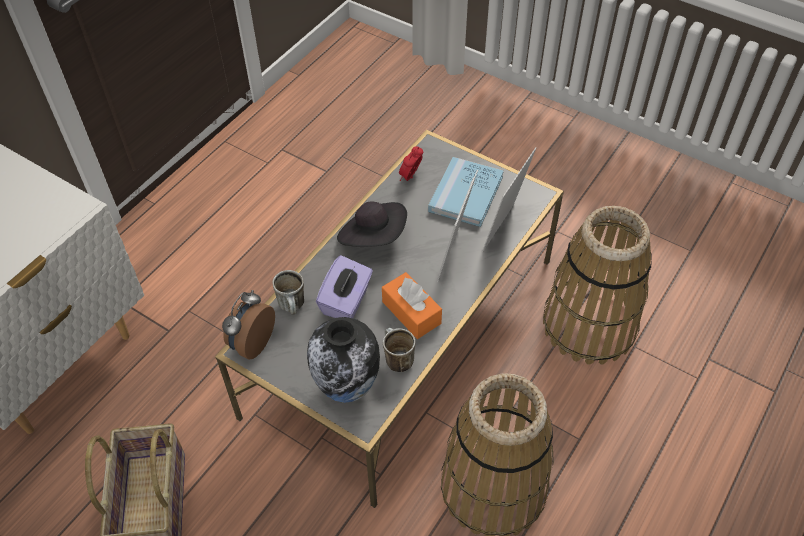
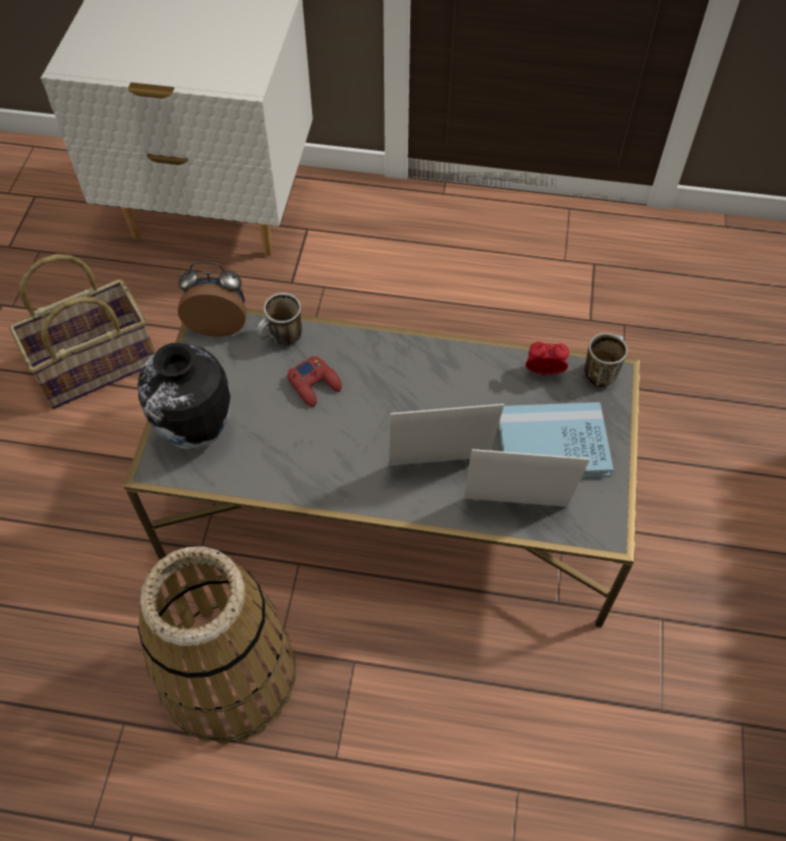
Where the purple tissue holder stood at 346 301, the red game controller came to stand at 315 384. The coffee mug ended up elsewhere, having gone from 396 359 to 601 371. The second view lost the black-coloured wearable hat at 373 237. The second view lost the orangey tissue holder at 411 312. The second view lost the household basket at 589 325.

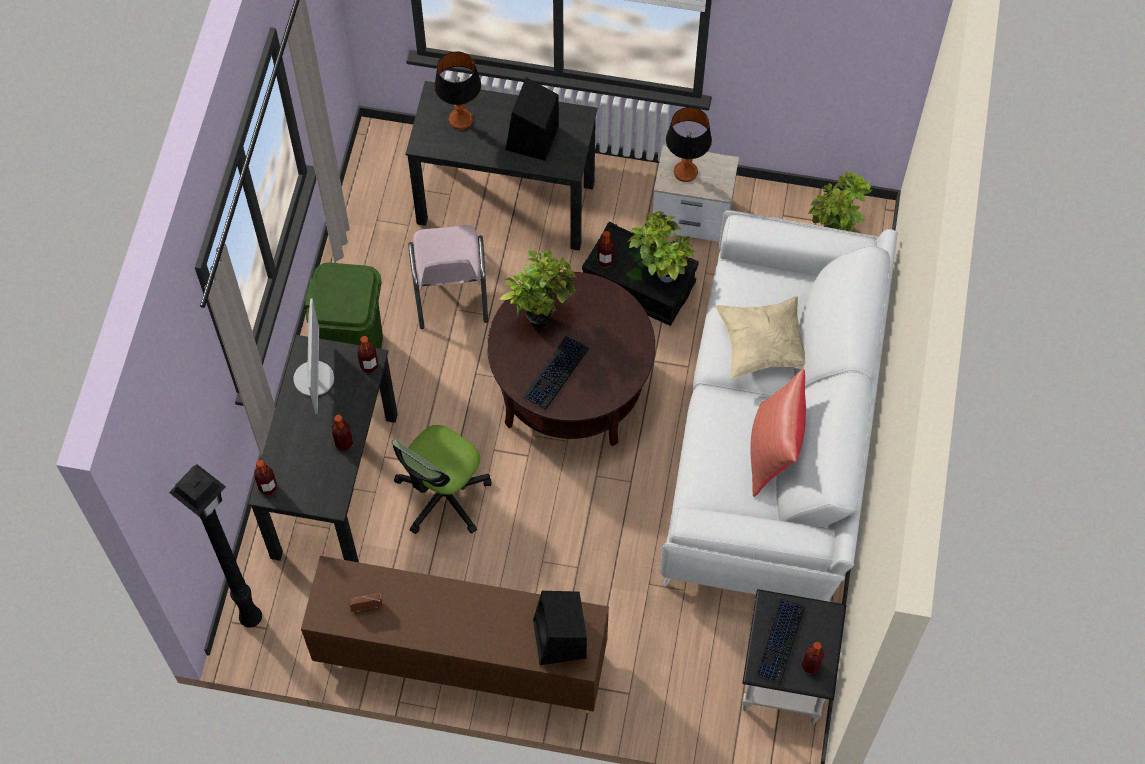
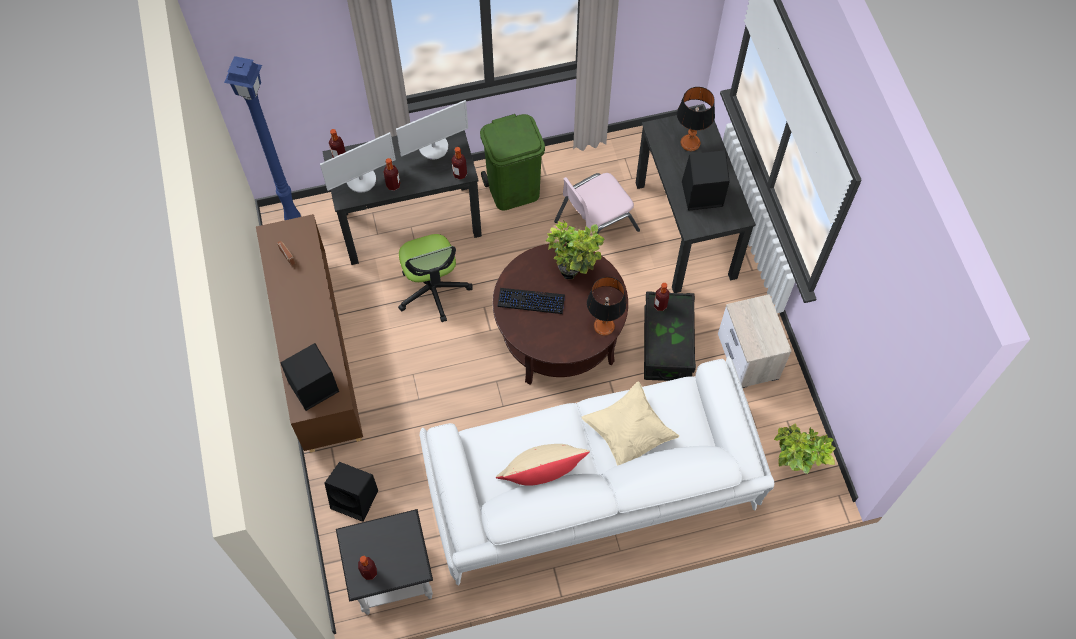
What was the black-coloured standard lamp at 249 618 turned into the blue-coloured standard lamp at 292 217. The second view gained the computer screen at 361 179. The second view gained the black-coloured audio speaker at 356 499. The computer chair at 443 496 ended up facing another way, 120 degrees counterclockwise from before. What was the red cushion at 773 450 turned into the beige cushion at 542 476. The tabletop lamp ended up elsewhere, having gone from 685 172 to 604 326. The second view lost the houseplant at 660 274. The second view lost the keyboard at 778 641.

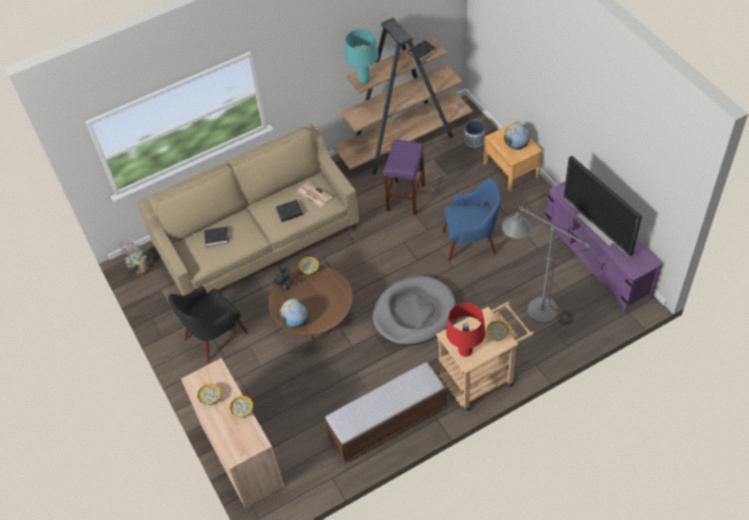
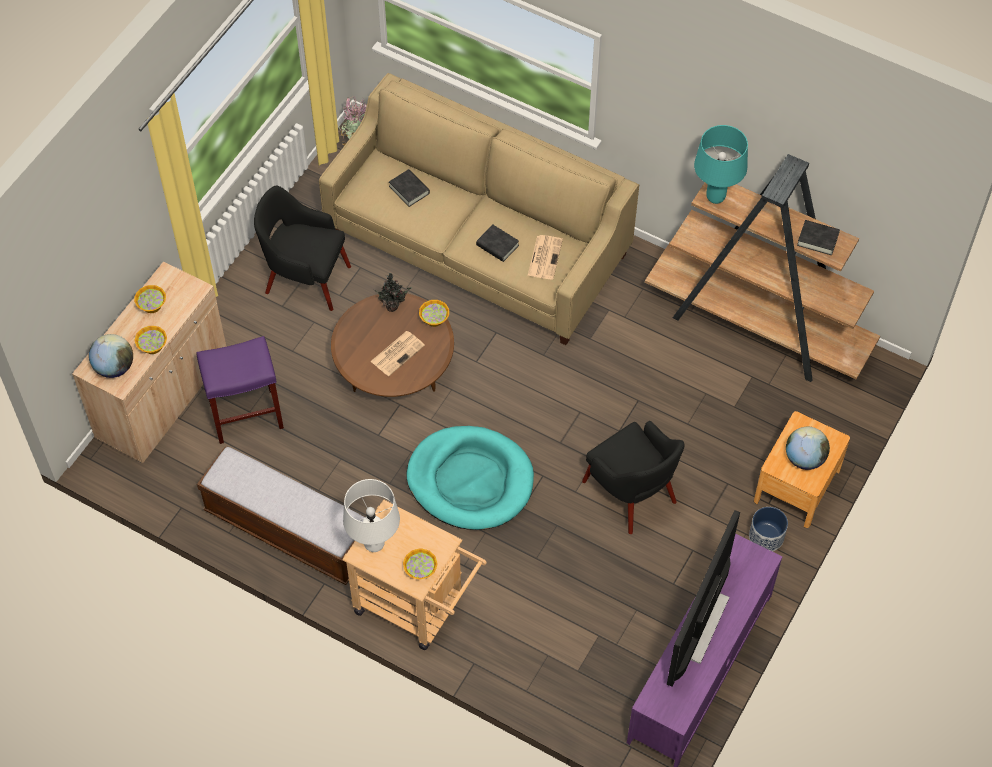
The globe ended up elsewhere, having gone from 296 321 to 114 367. The purple stool seat ended up elsewhere, having gone from 405 197 to 247 415. What was the red tabletop lamp at 465 351 turned into the white-coloured tabletop lamp at 374 544. The second view gained the printed paper at 398 353. What was the grey dog bed at 414 313 turned into the turquoise dog bed at 470 480. What was the blue-coloured easy chair at 471 242 turned into the black-coloured easy chair at 631 494. The planter ended up elsewhere, having gone from 474 140 to 766 536. The second view lost the grey standard lamp at 533 308.

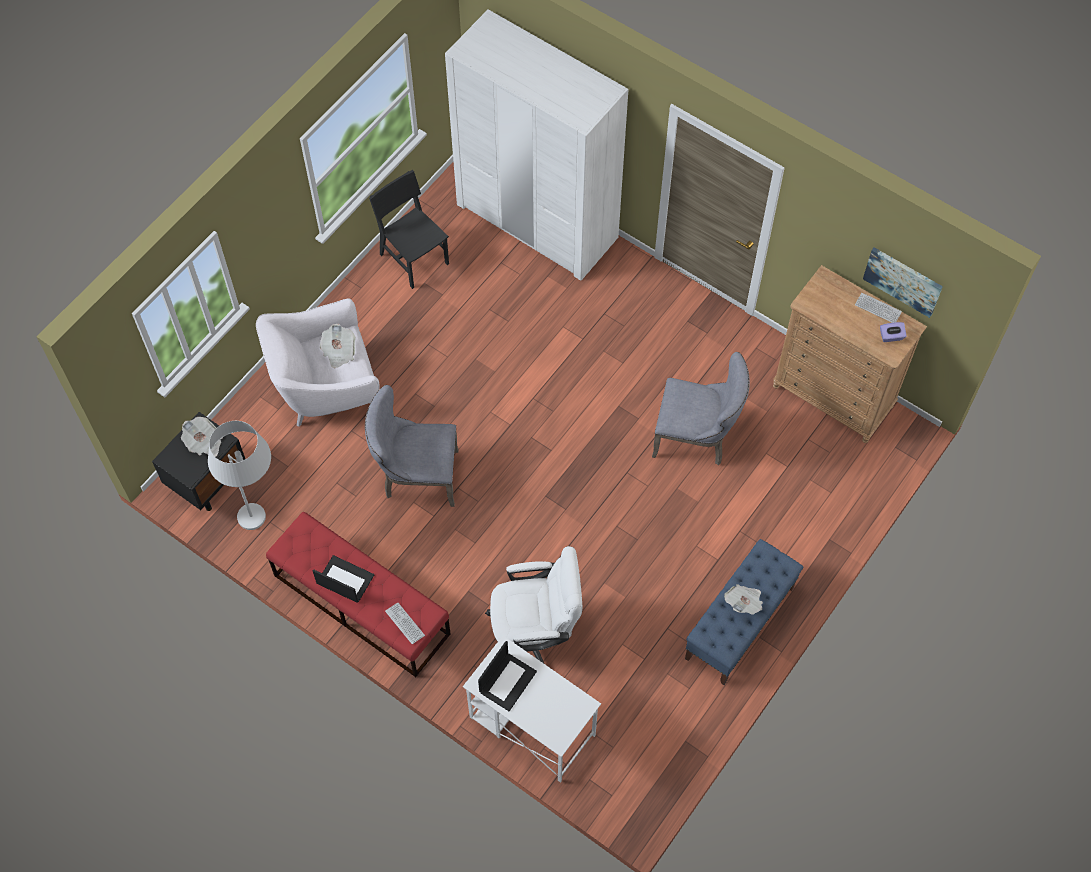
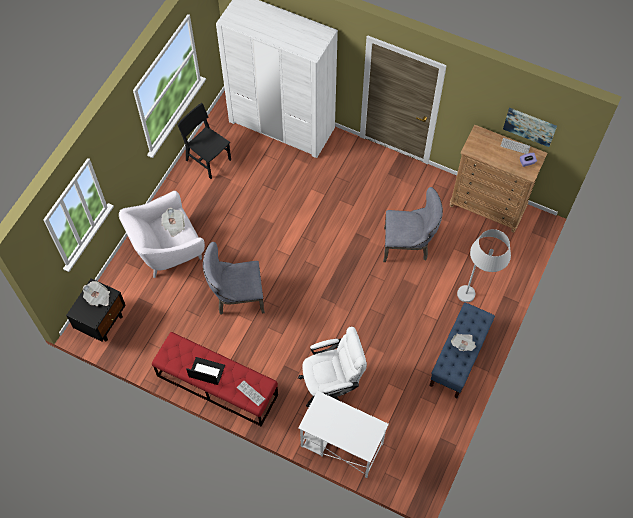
The white-coloured standard lamp ended up elsewhere, having gone from 263 525 to 475 298. The second view lost the portable computer at 507 681.

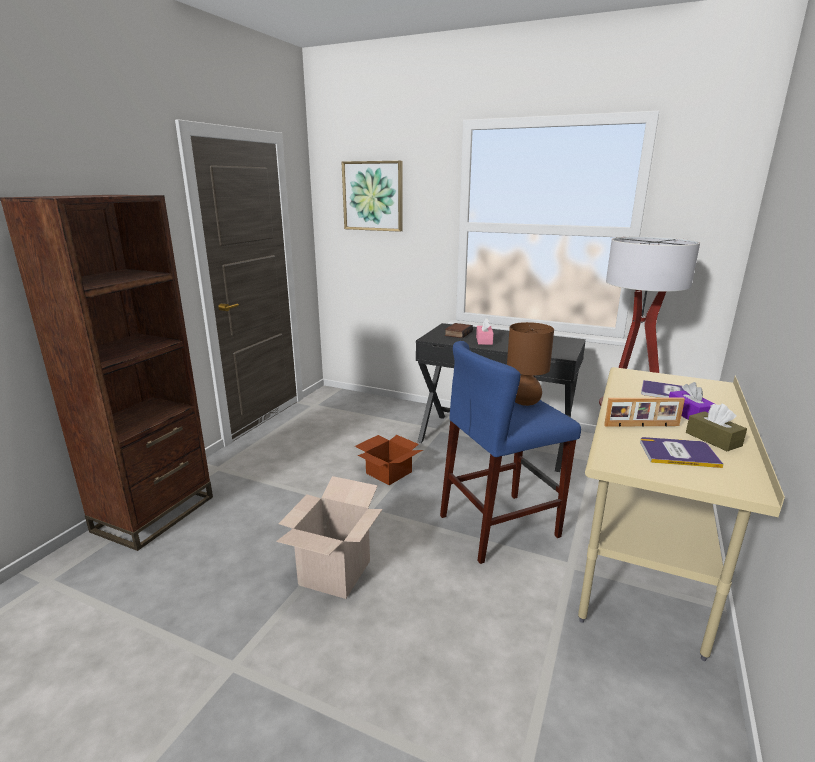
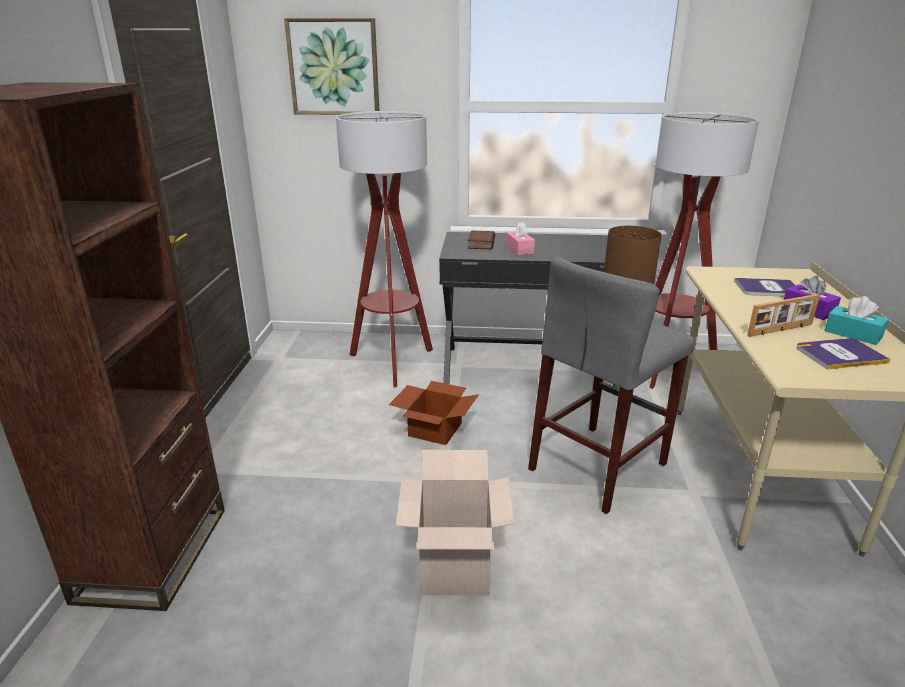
The second view gained the standard lamp at 392 363. What was the blue-coloured stool seat at 499 526 turned into the grey stool seat at 598 466. What was the brownish tissue holder at 713 439 turned into the turquoise tissue holder at 853 334.

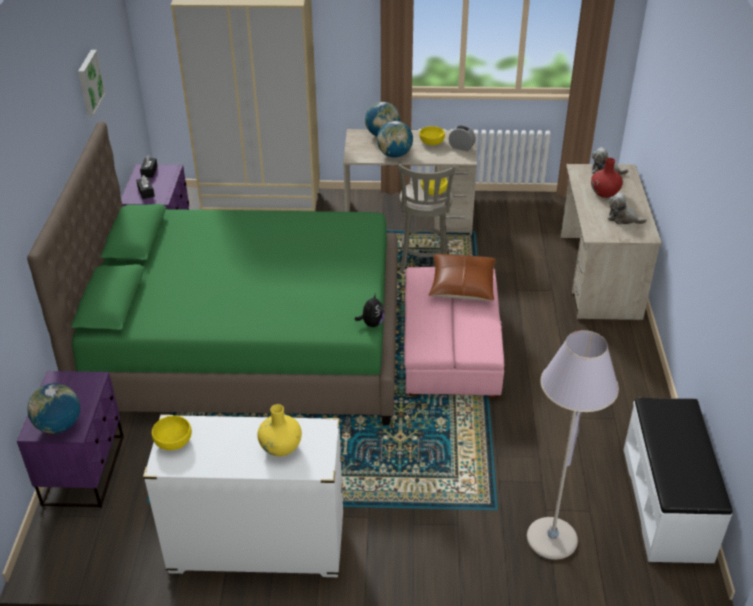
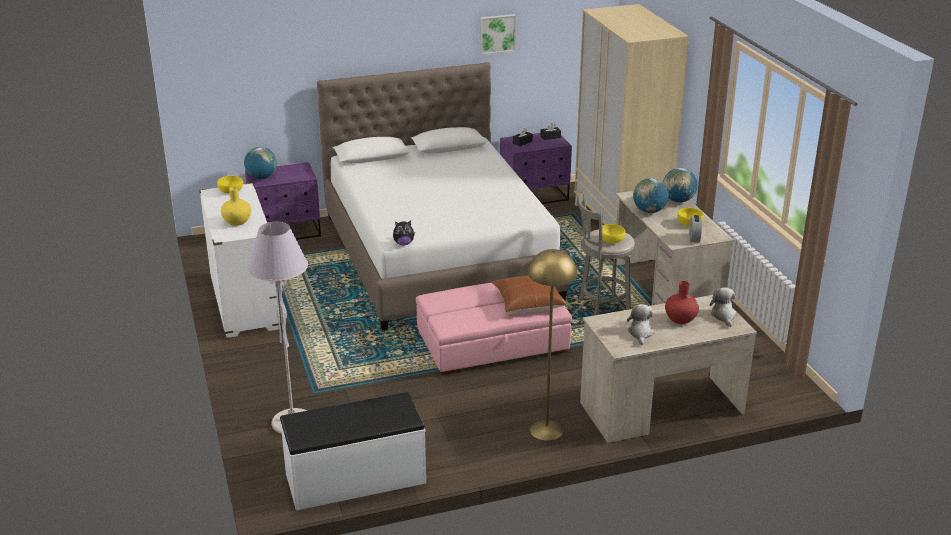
What was the green sleeping bed at 247 344 turned into the white-coloured sleeping bed at 439 256. The second view gained the yellow-coloured standard lamp at 546 430.

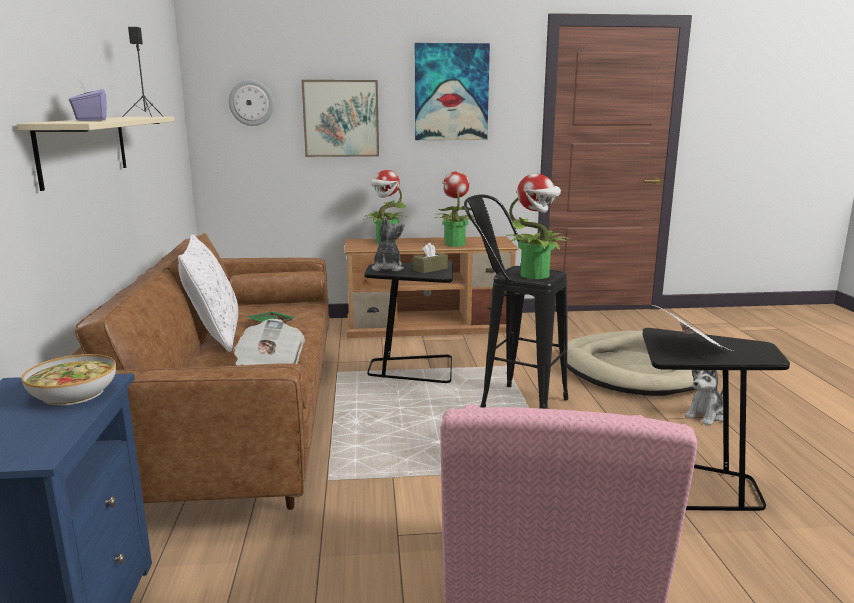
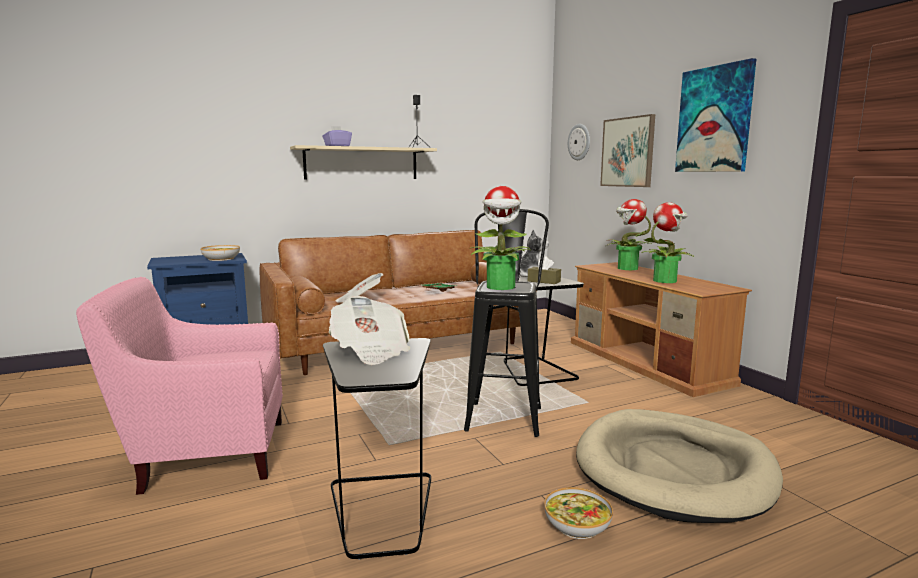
Where the plush toy stood at 706 415, the bowl came to stand at 577 525. The second view lost the white-coloured cushion at 215 336.

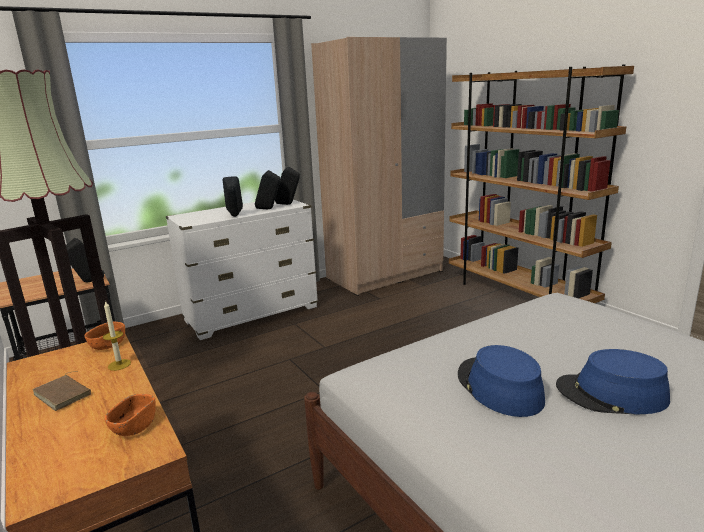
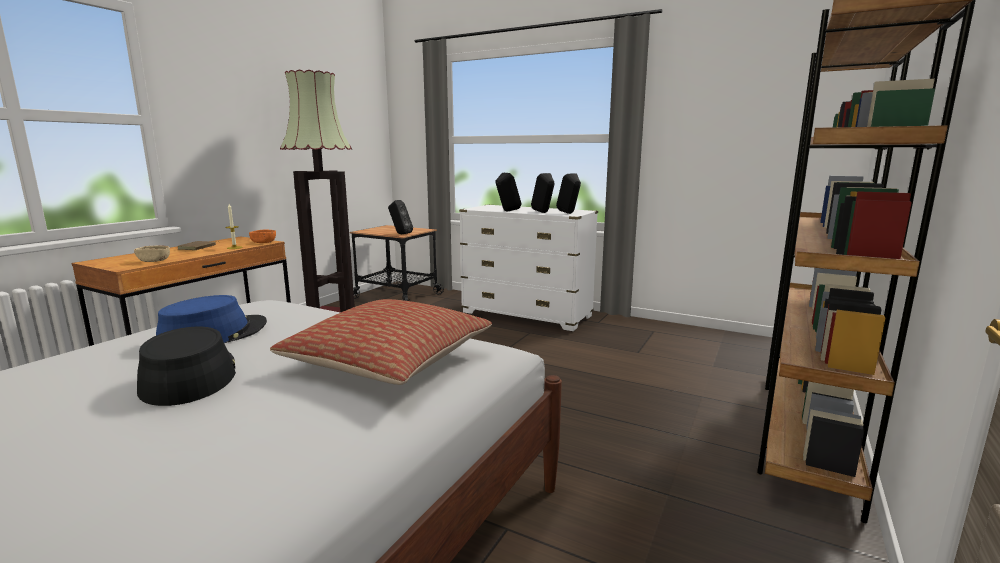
What was the orangey bowl at 134 427 turned into the beige bowl at 154 261. What was the blue-coloured wearable hat at 611 394 turned into the black-coloured wearable hat at 189 377. The second view gained the cushion at 388 362. The second view lost the beige wardrobe at 385 275.

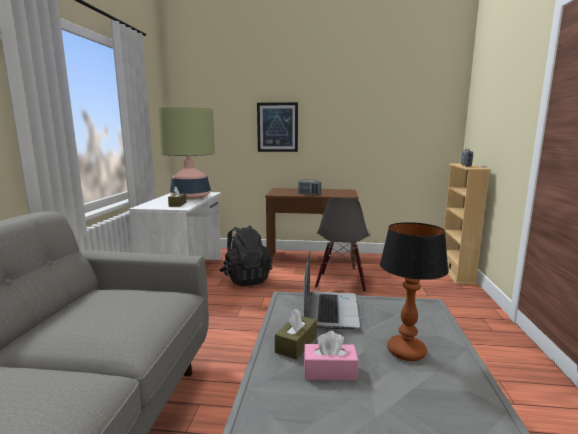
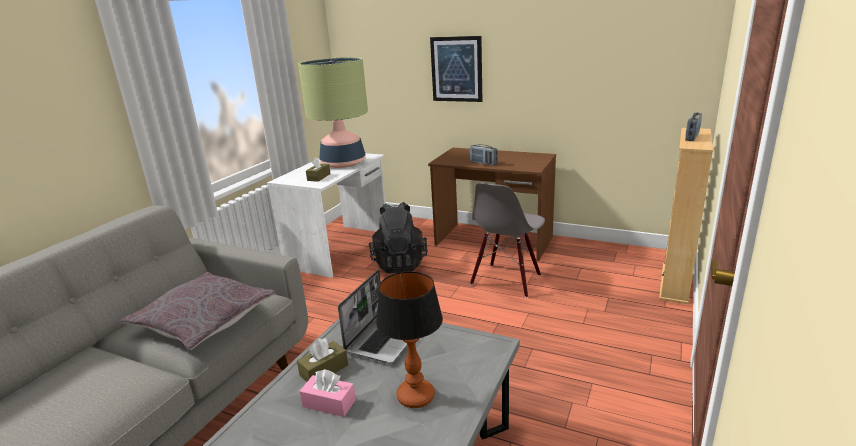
The second view gained the grey cushion at 203 320.

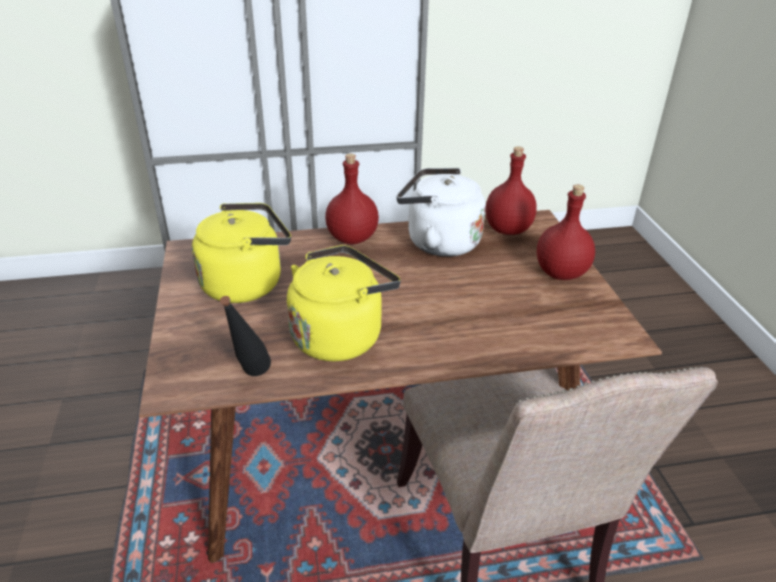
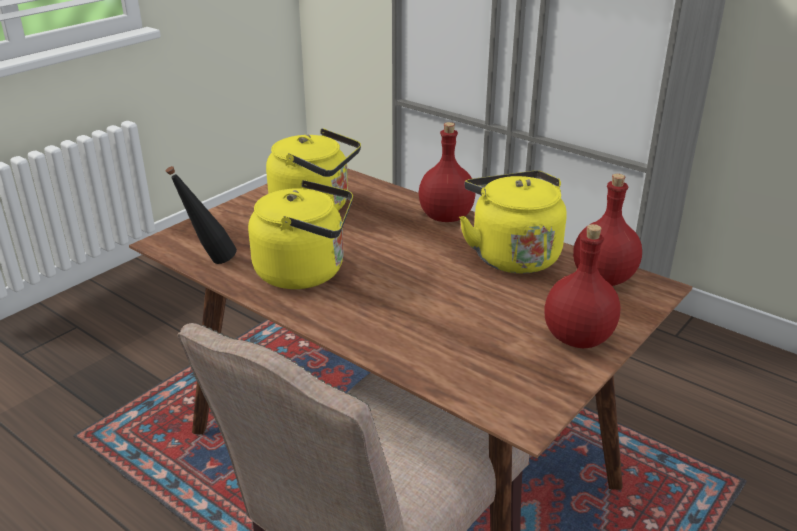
What was the white-coloured water kettle at 438 242 turned into the yellow-coloured water kettle at 512 255.

